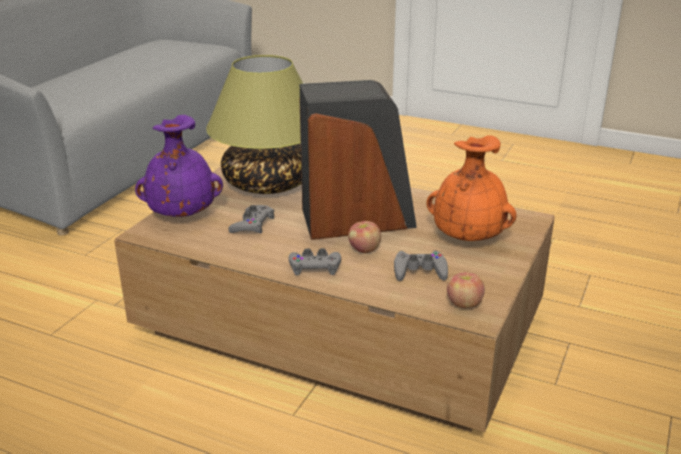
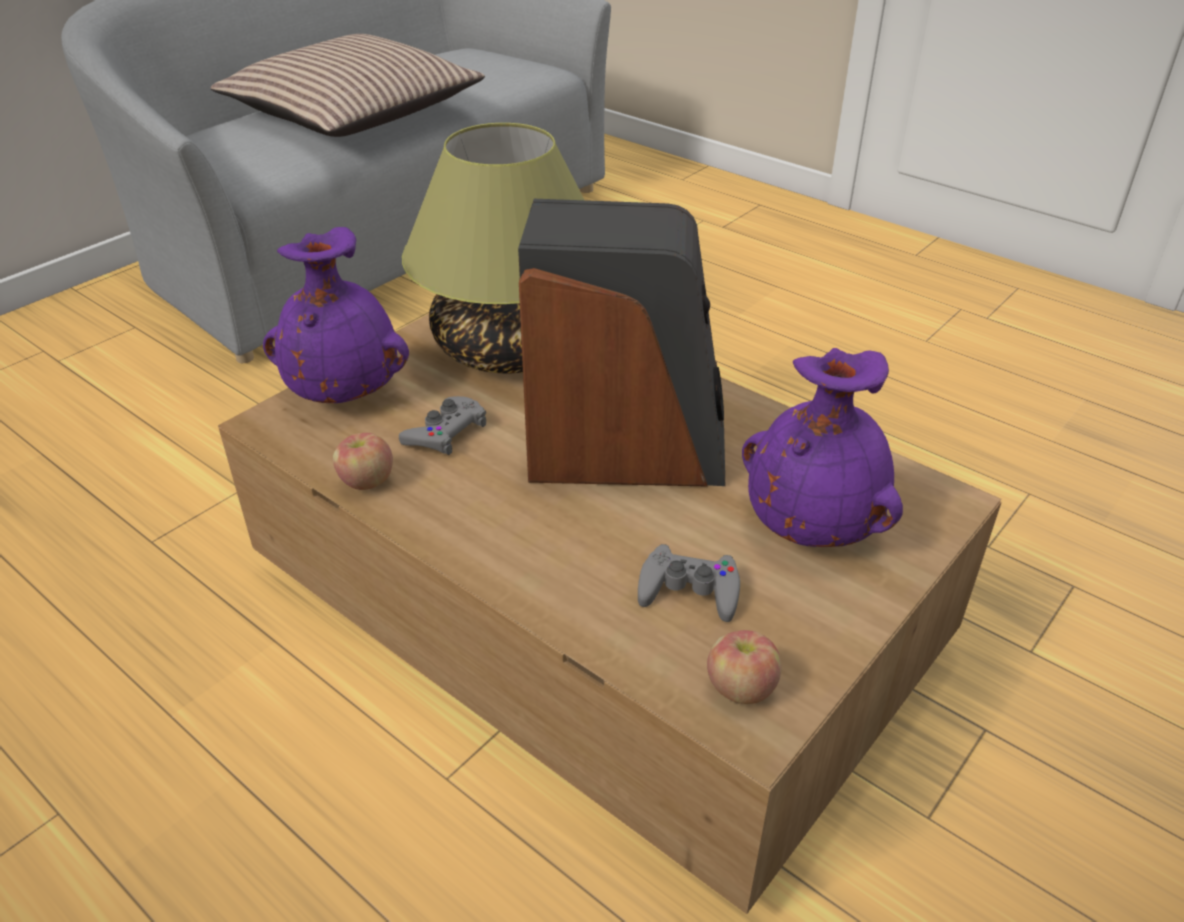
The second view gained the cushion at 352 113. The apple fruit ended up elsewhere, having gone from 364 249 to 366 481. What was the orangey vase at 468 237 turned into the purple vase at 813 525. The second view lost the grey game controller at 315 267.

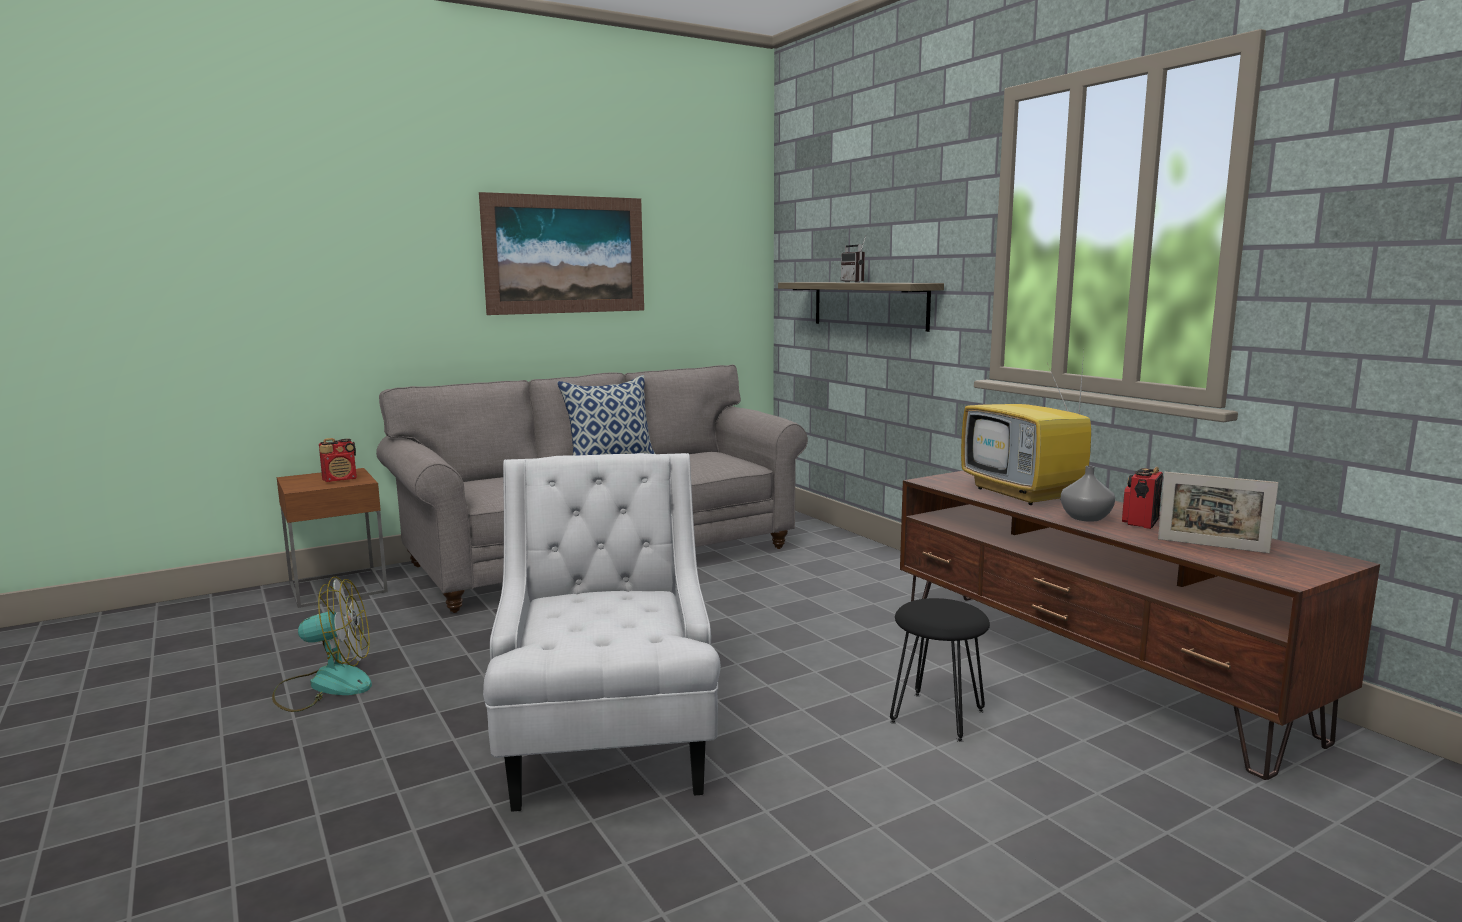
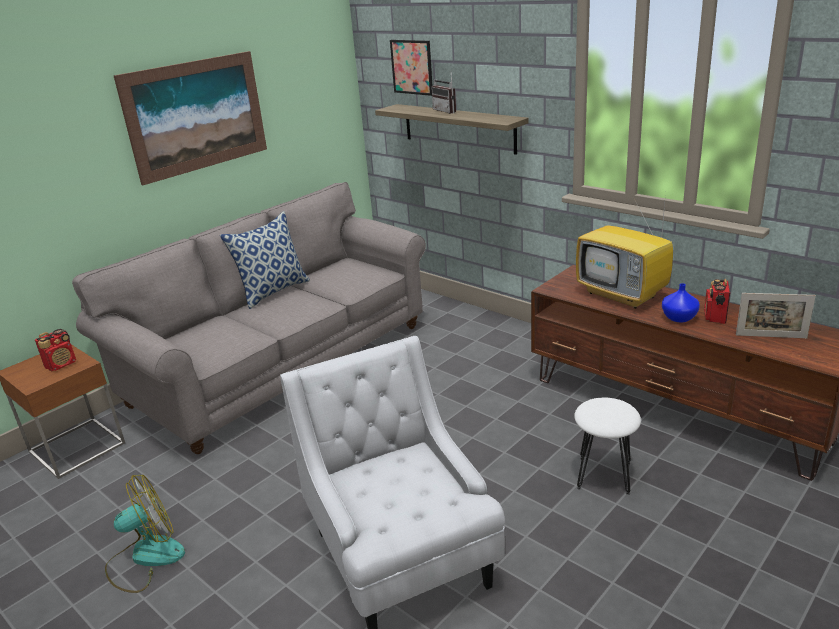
The second view gained the picture at 412 67. What was the black-coloured stool seat at 938 716 turned into the white-coloured stool seat at 604 475. What was the grey vase at 1087 518 turned into the blue-coloured vase at 680 318.

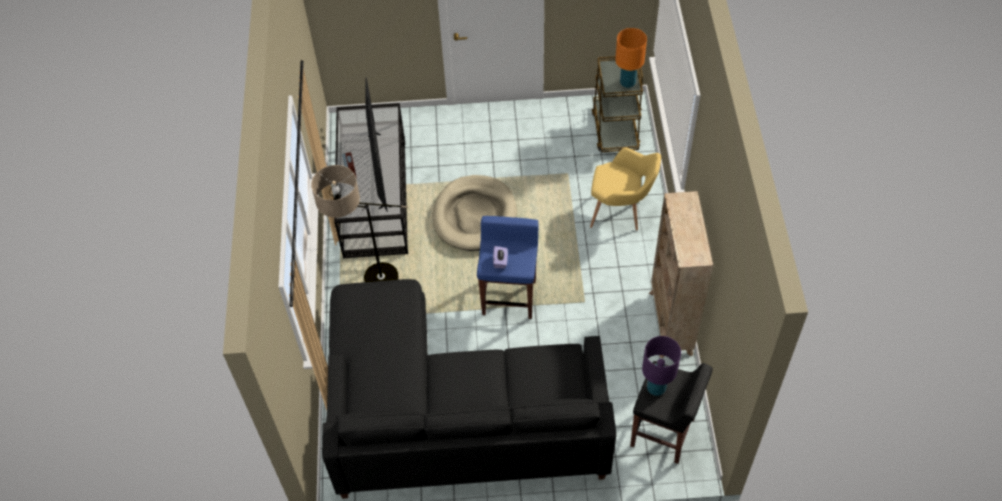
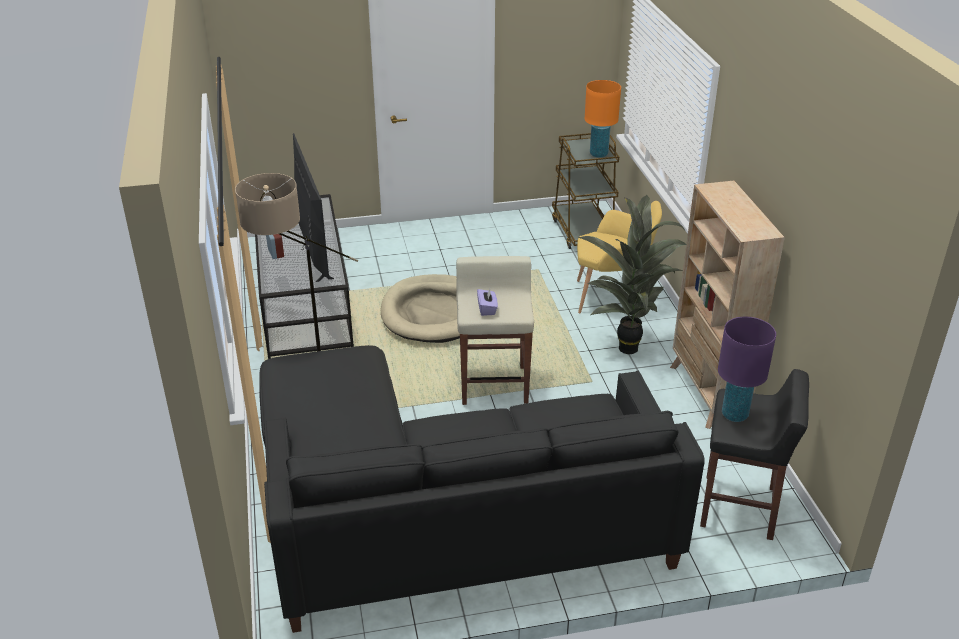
What was the blue-coloured stool seat at 509 296 turned into the beige stool seat at 494 384. The second view gained the houseplant at 628 345.

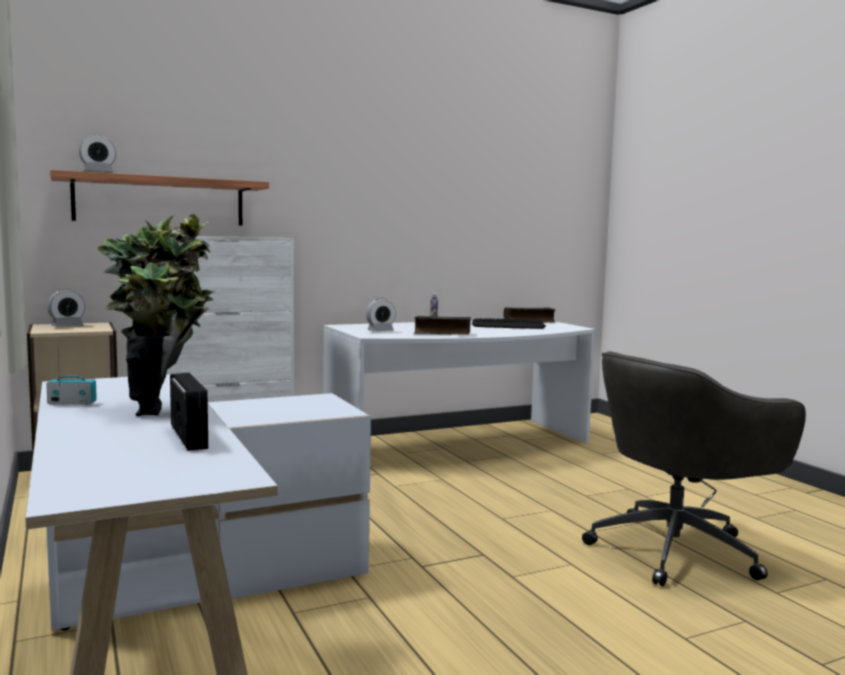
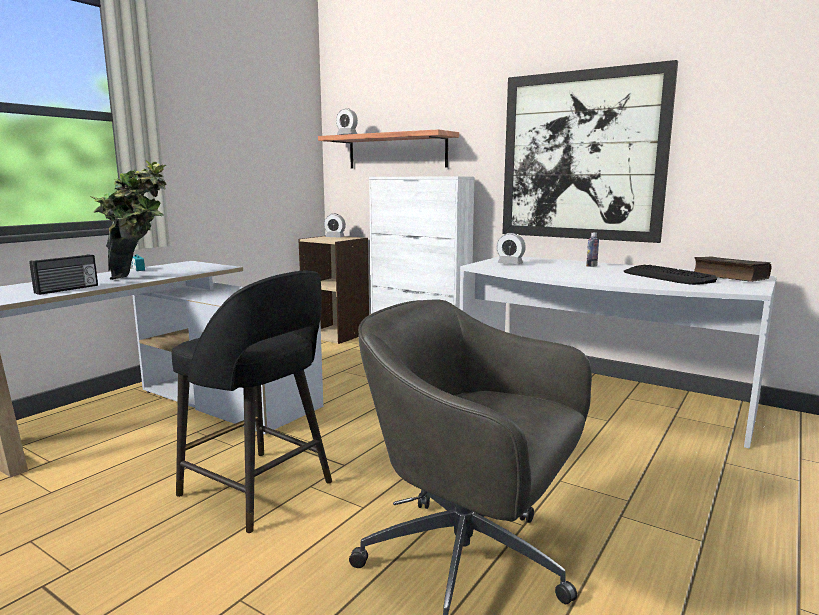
The second view gained the black-coloured stool seat at 259 490. The second view gained the picture at 582 156. The second view lost the volume at 442 333.

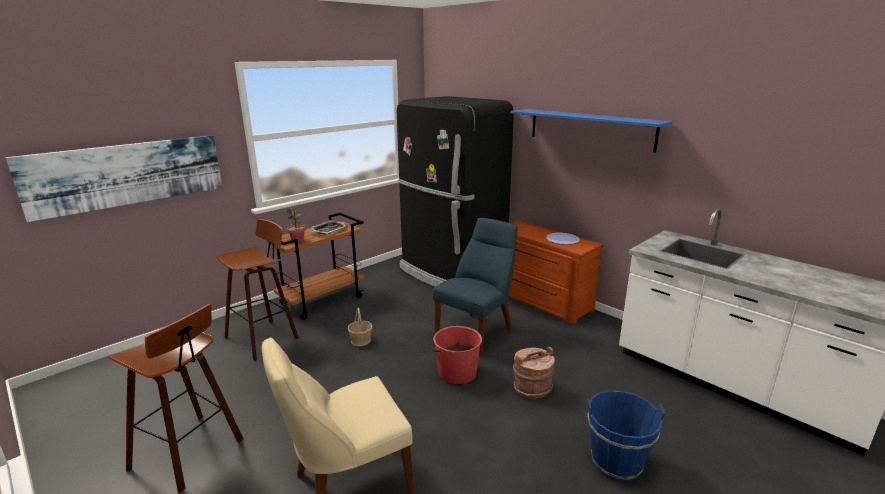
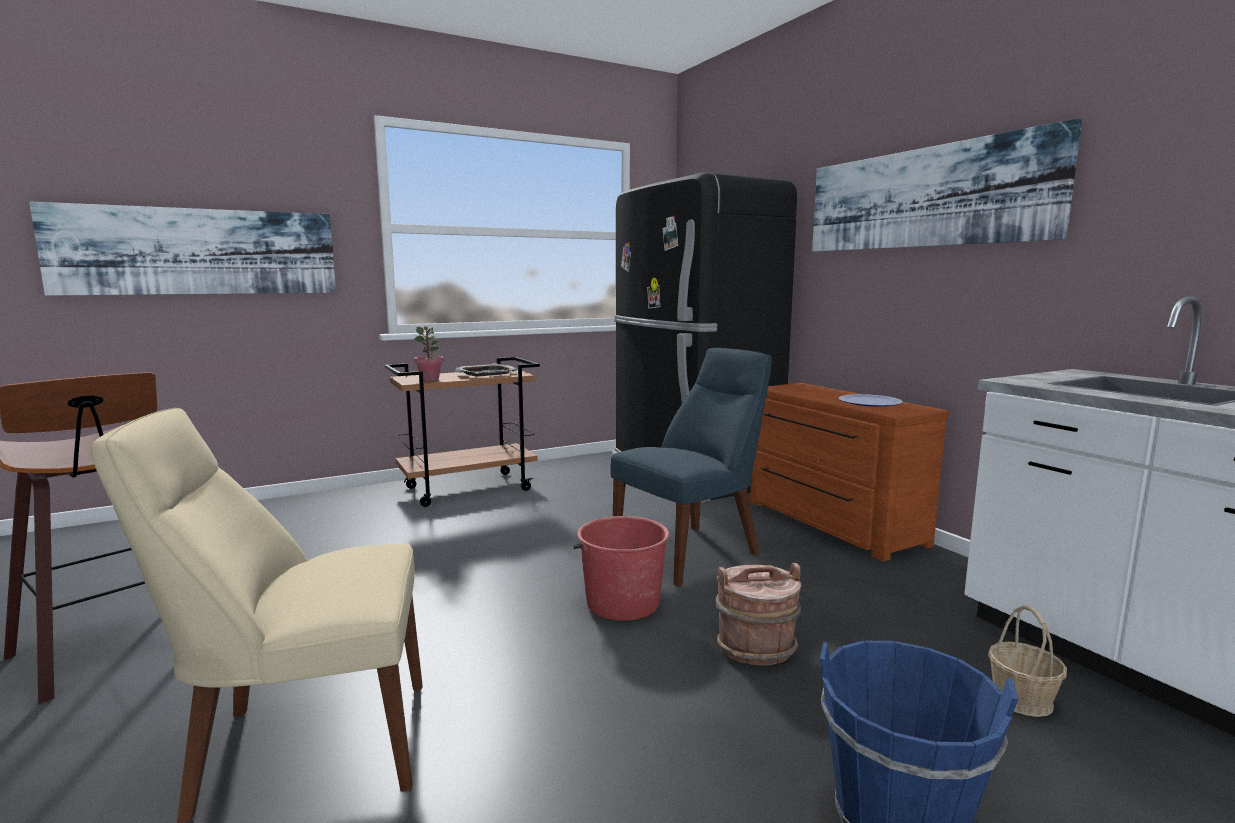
Where the blue-coloured shelf hung at 590 129, the picture came to hang at 923 198. The household basket ended up elsewhere, having gone from 361 340 to 1021 699. The second view lost the stool seat at 264 337.

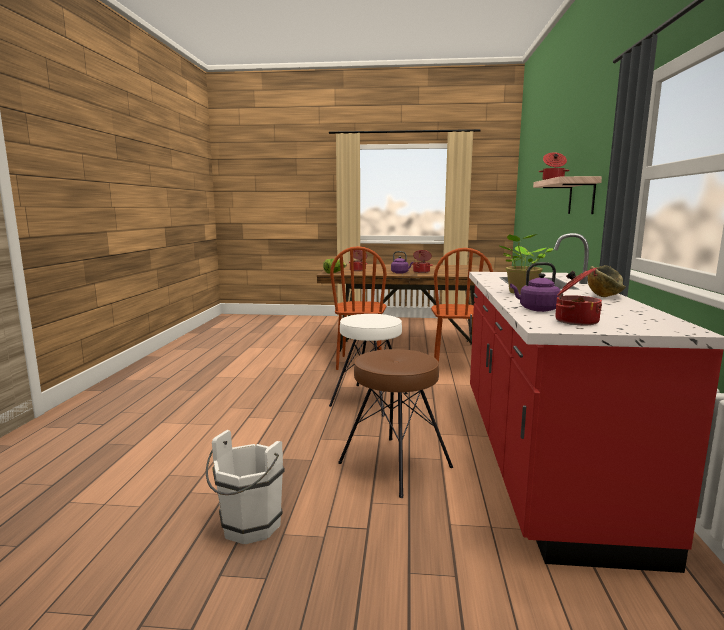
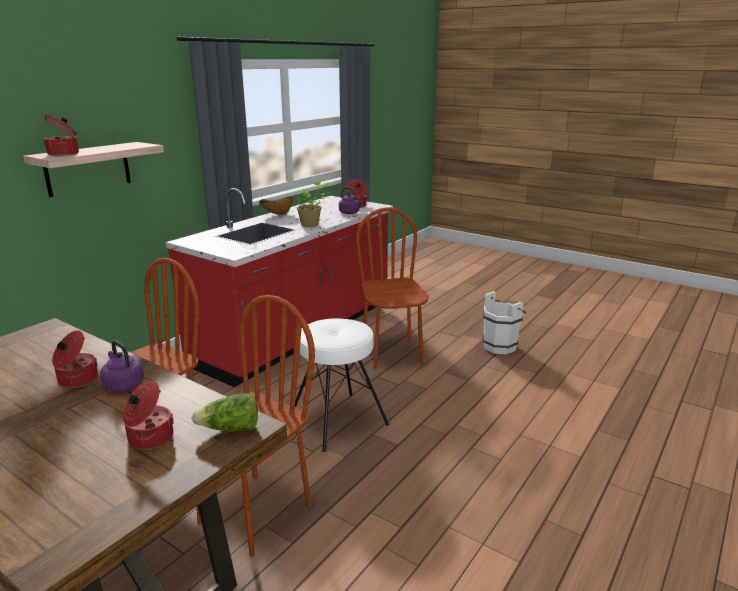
Where the brownish stool seat stood at 394 465, the brownish plain chair came to stand at 392 353.

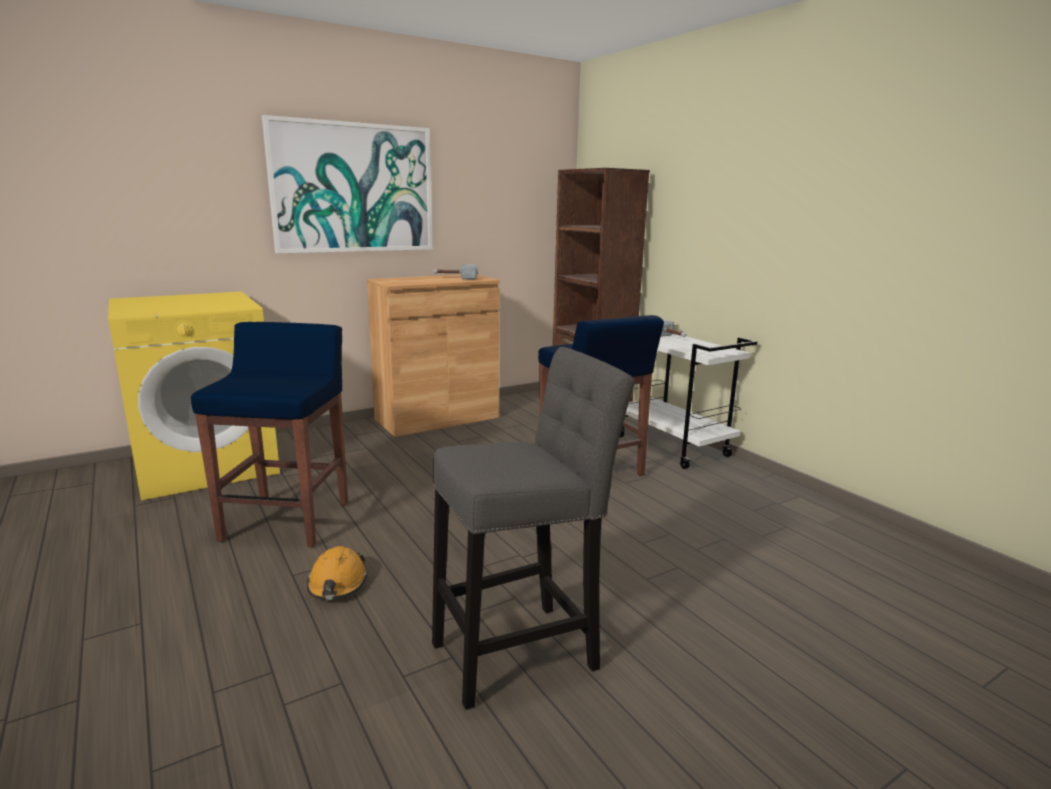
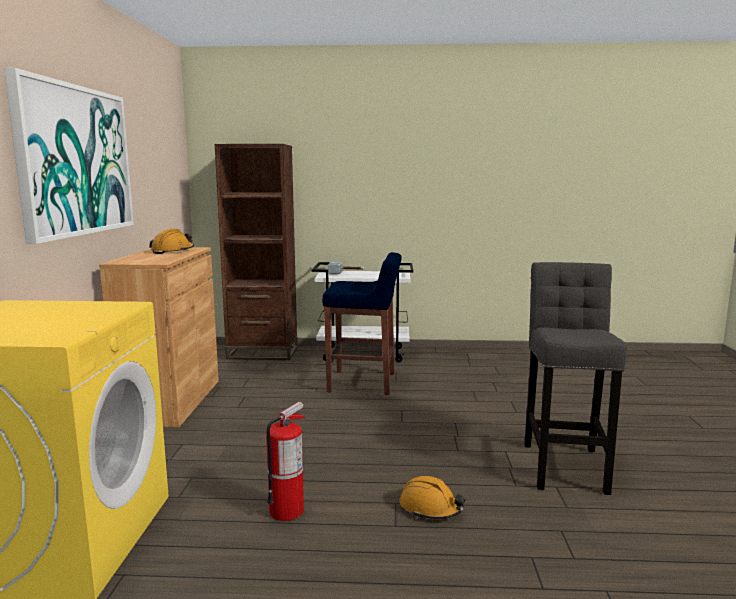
Where the hammer stood at 455 278, the orangey safety helmet came to stand at 173 251. Where the blue-coloured stool seat stood at 288 520, the extinguisher came to stand at 286 511.

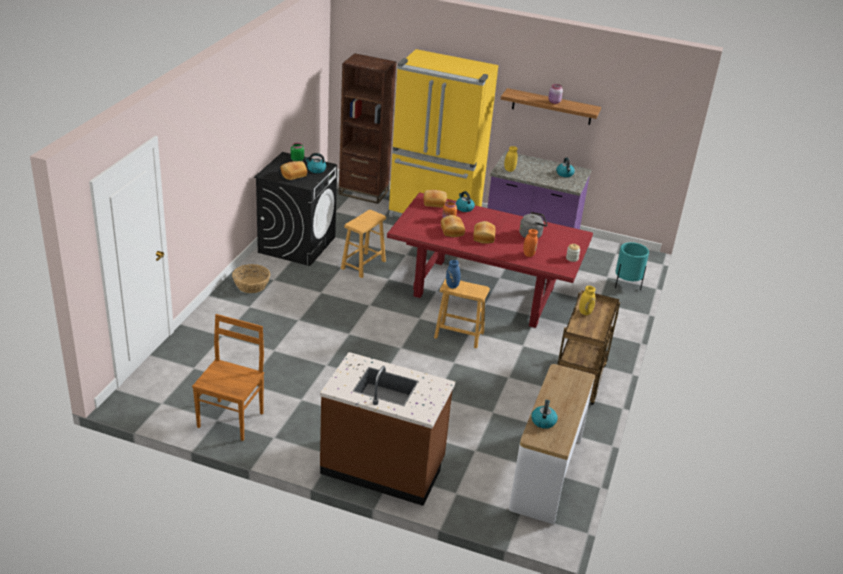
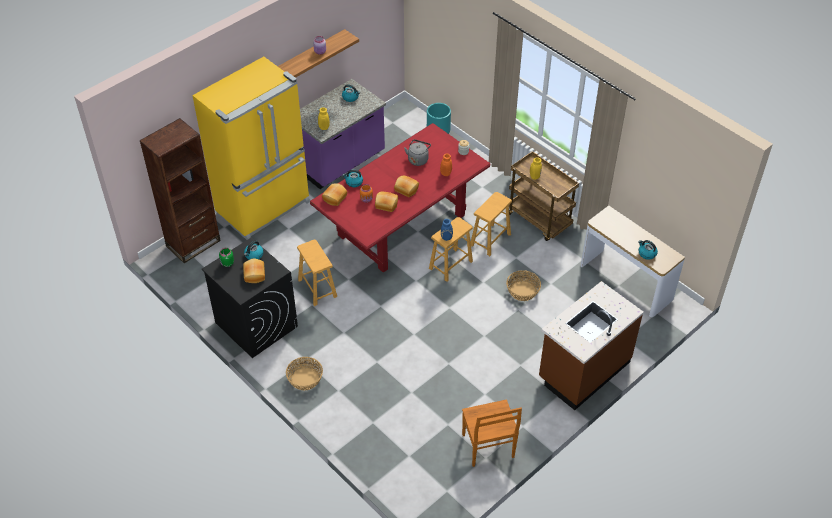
The brownish plain chair at 231 419 ended up facing another way, 150 degrees counterclockwise from before. The second view gained the brownish stool seat at 490 240. The second view gained the household basket at 523 291.

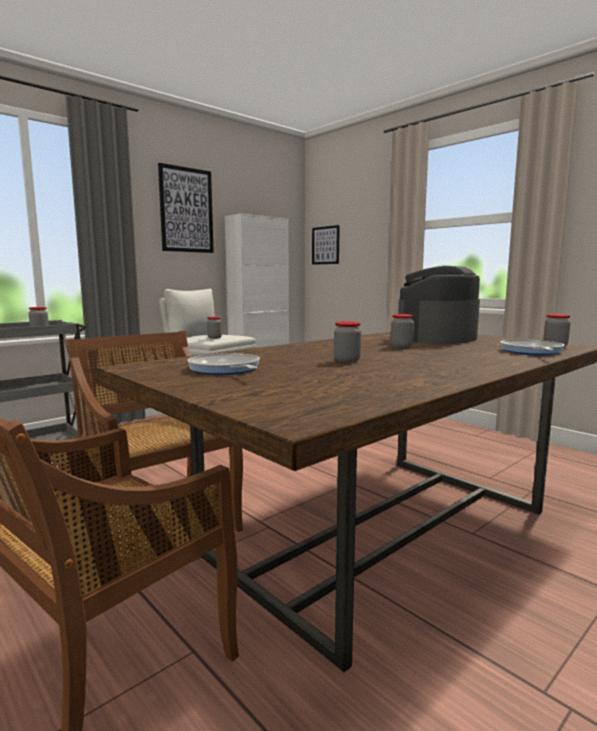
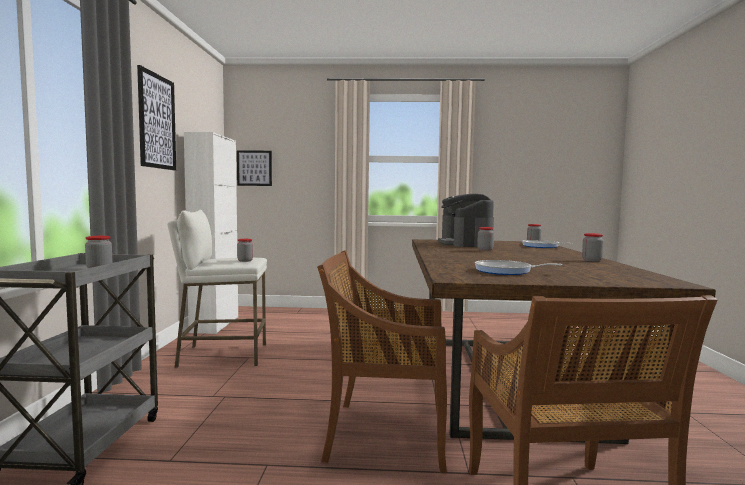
The jar ended up elsewhere, having gone from 346 361 to 591 260.

